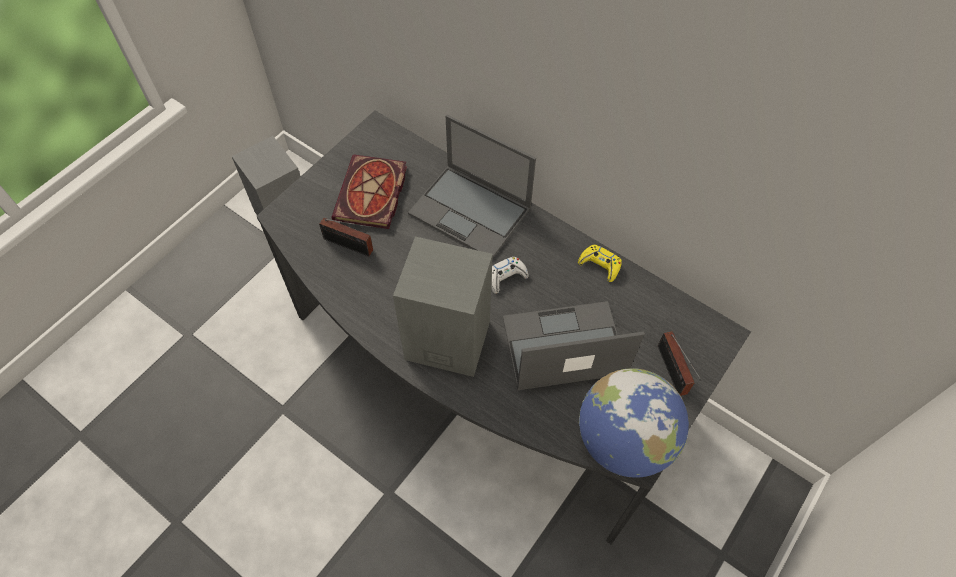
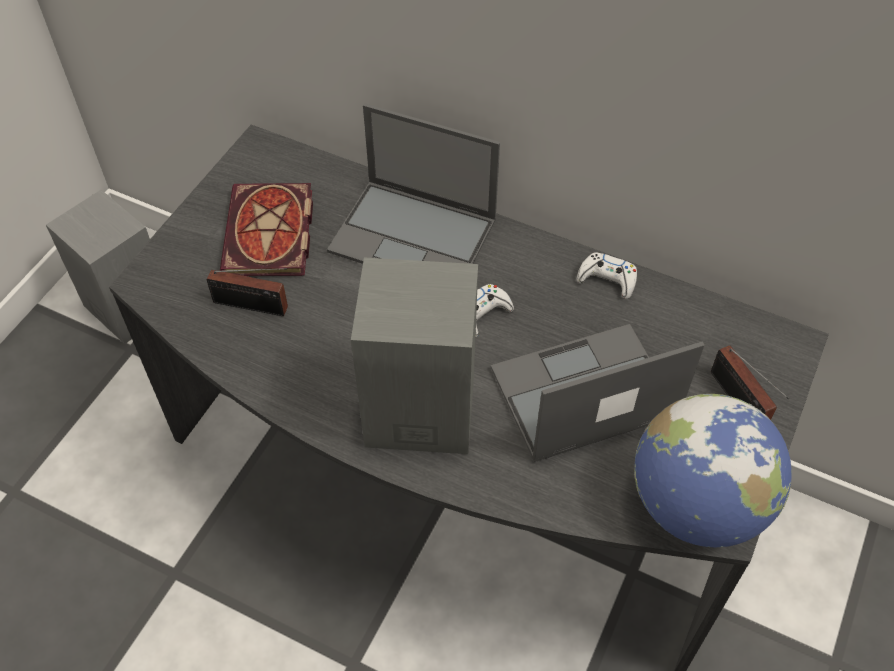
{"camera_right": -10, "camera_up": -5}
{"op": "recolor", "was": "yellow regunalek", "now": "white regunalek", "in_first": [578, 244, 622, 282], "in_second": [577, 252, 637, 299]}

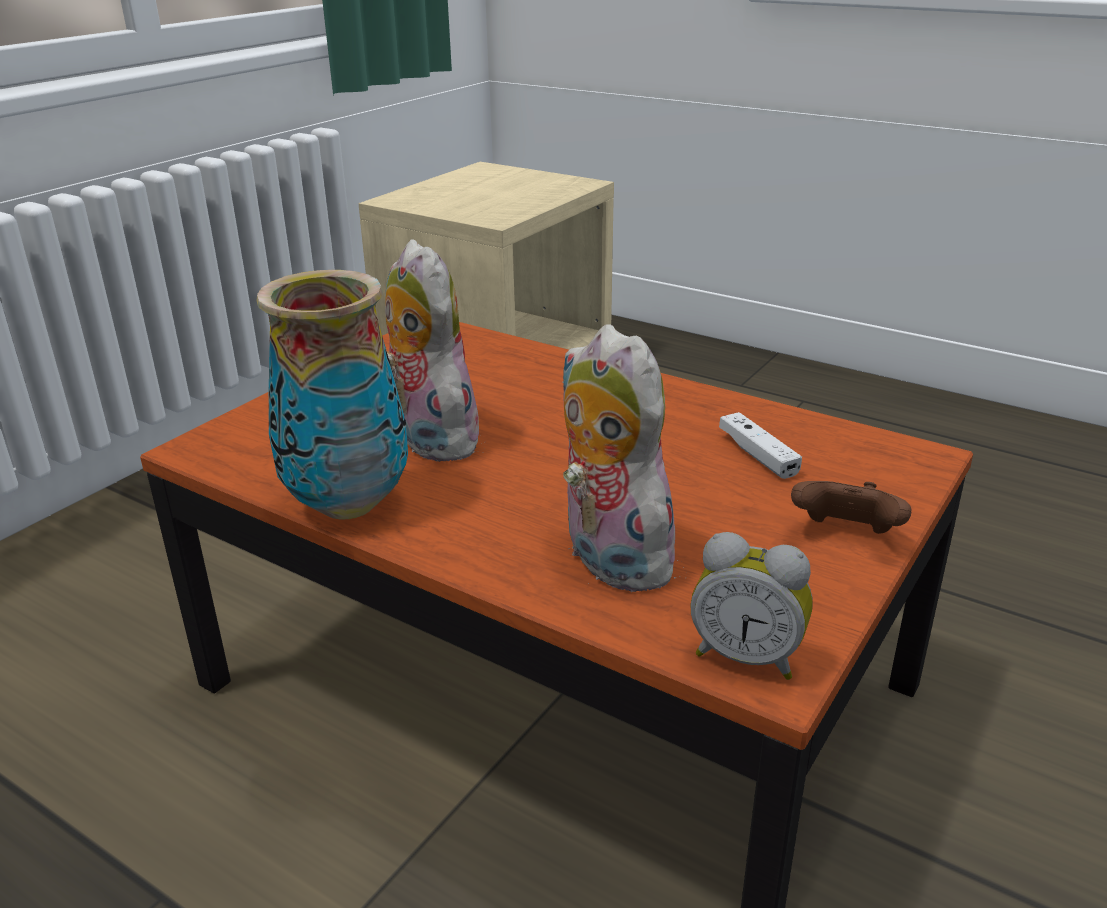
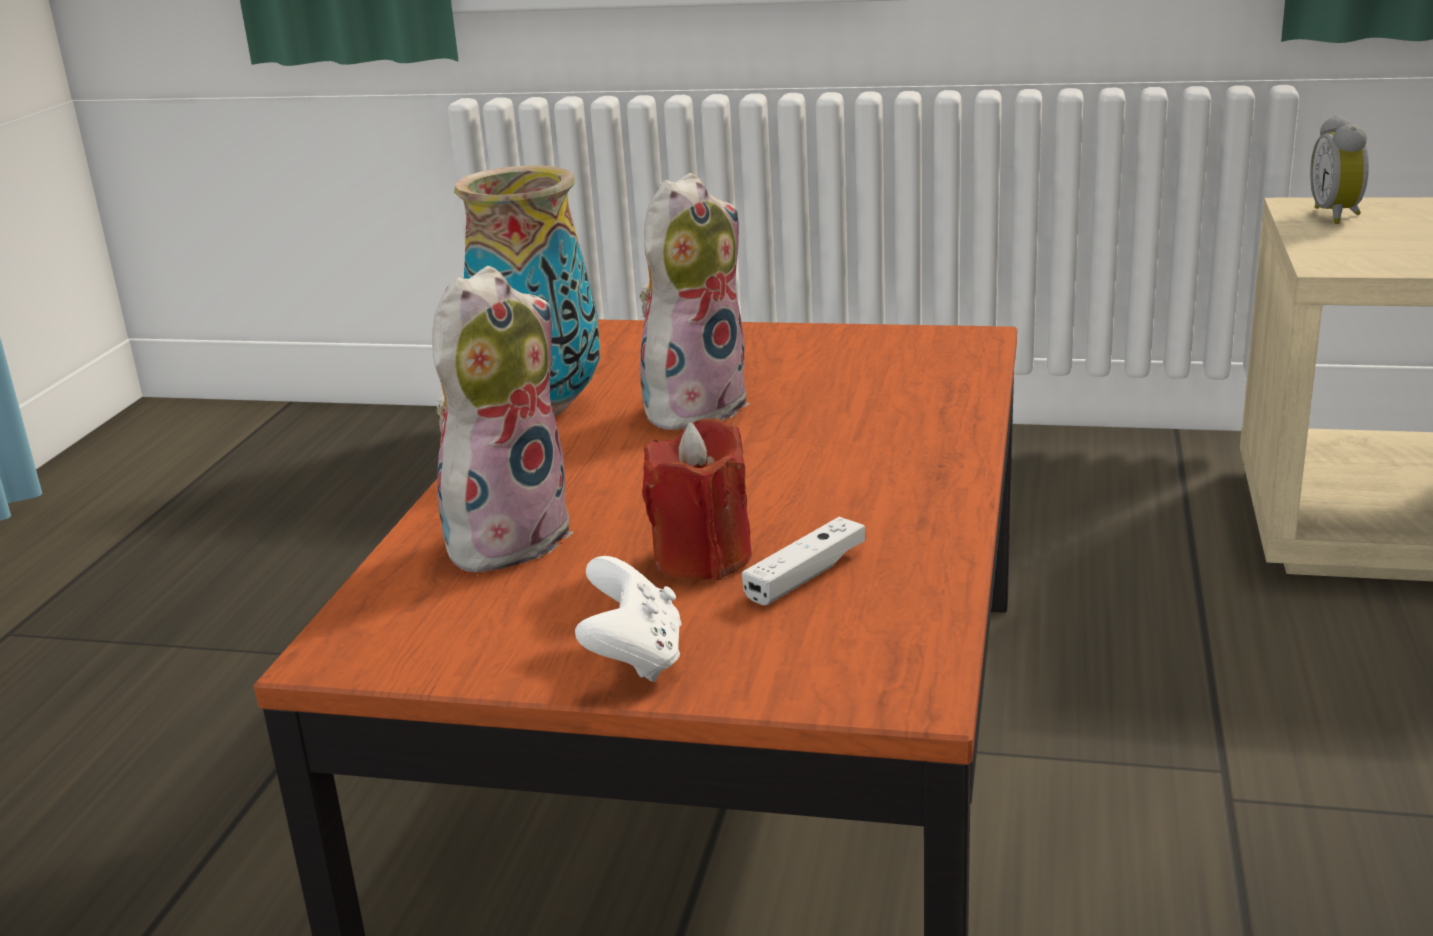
{"camera_right": 70, "camera_up": -5}
{"op": "recolor", "was": "brown regunalek", "now": "white regunalek", "in_first": [791, 481, 912, 534], "in_second": [575, 556, 681, 682]}
{"op": "move", "was": "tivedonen", "in_first": [690, 532, 812, 680], "in_second": [1310, 115, 1369, 224]}
{"op": "insert", "now": "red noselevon", "in_second": [642, 418, 752, 581]}

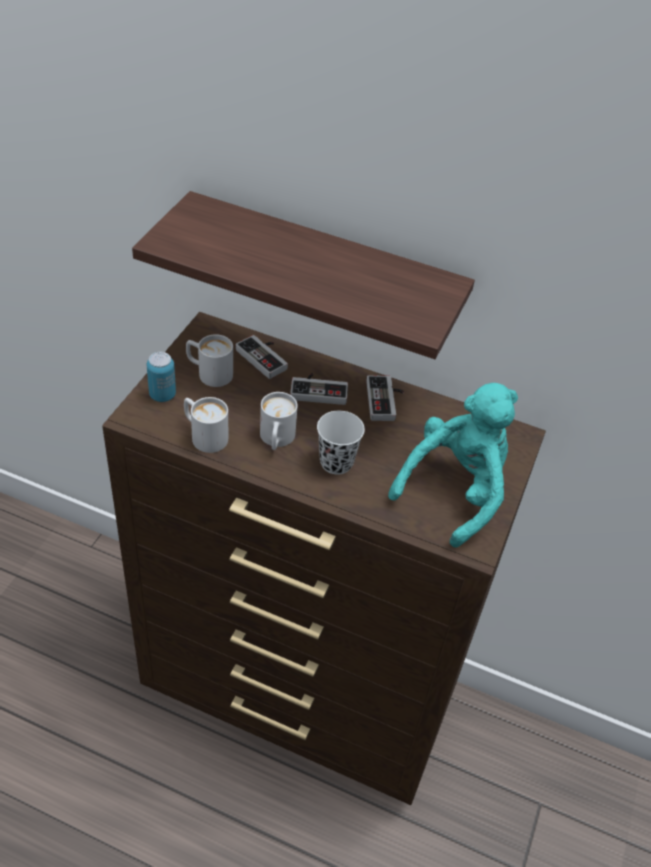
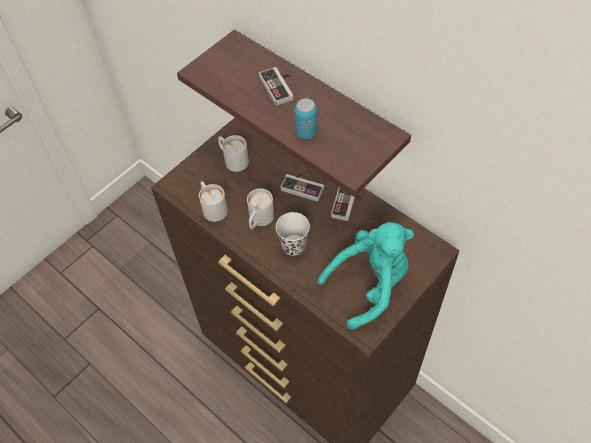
{"camera_right": 25, "camera_up": 10}
{"op": "move", "was": "regunalek", "in_first": [236, 335, 288, 379], "in_second": [259, 67, 294, 106]}
{"op": "move", "was": "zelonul", "in_first": [147, 352, 176, 402], "in_second": [295, 98, 317, 139]}

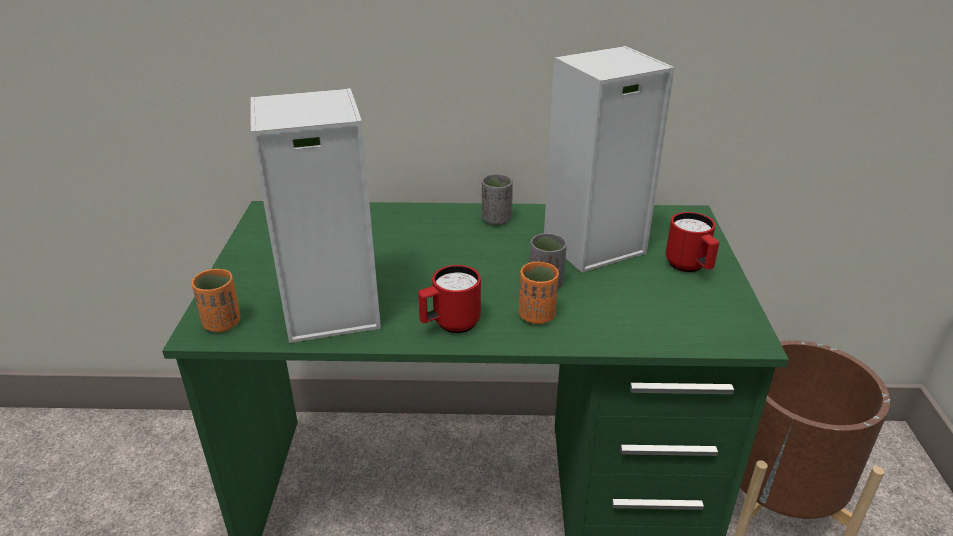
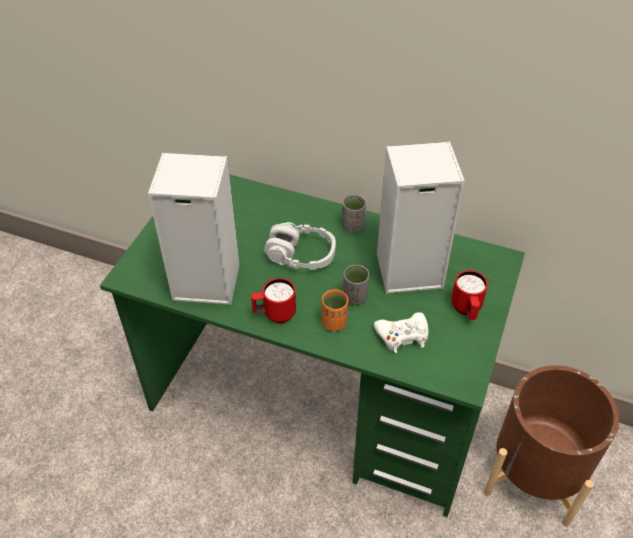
{"camera_right": 20, "camera_up": 15}
{"op": "delete", "was": "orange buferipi", "in_first": [192, 269, 241, 332]}
{"op": "insert", "now": "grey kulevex", "in_second": [264, 222, 336, 270]}
{"op": "insert", "now": "white regunalek", "in_second": [374, 312, 429, 353]}

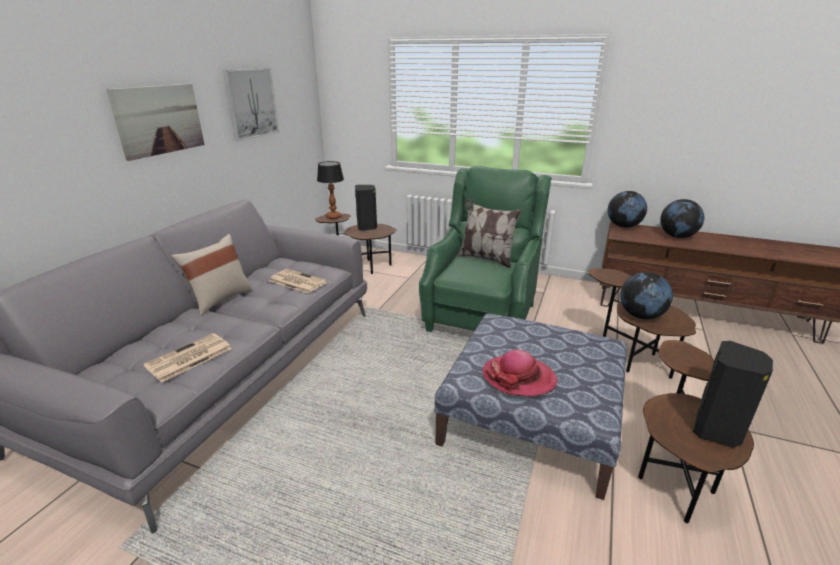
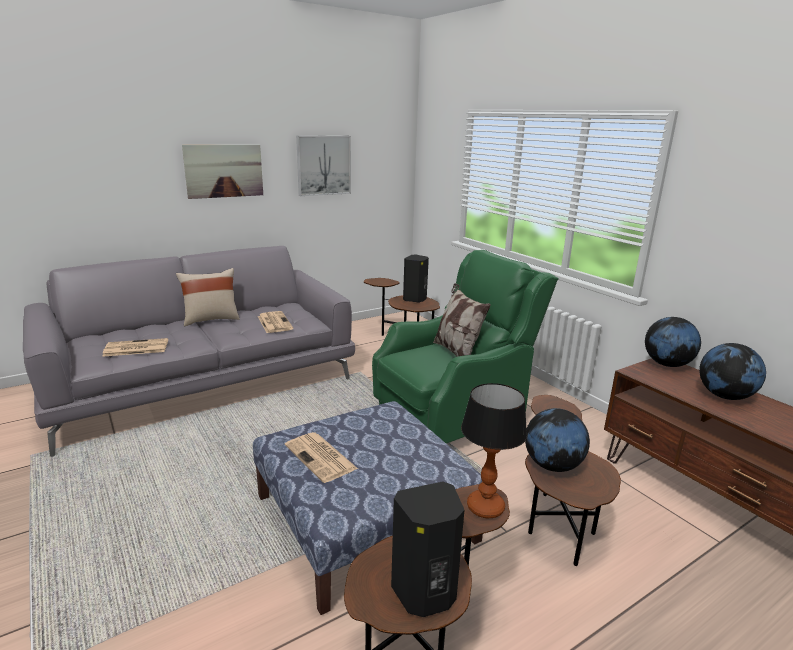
{"camera_right": 35, "camera_up": -5}
{"op": "move", "was": "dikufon", "in_first": [317, 161, 344, 219], "in_second": [461, 383, 527, 518]}
{"op": "replace", "was": "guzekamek", "now": "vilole", "in_first": [483, 349, 558, 396], "in_second": [285, 432, 358, 483]}

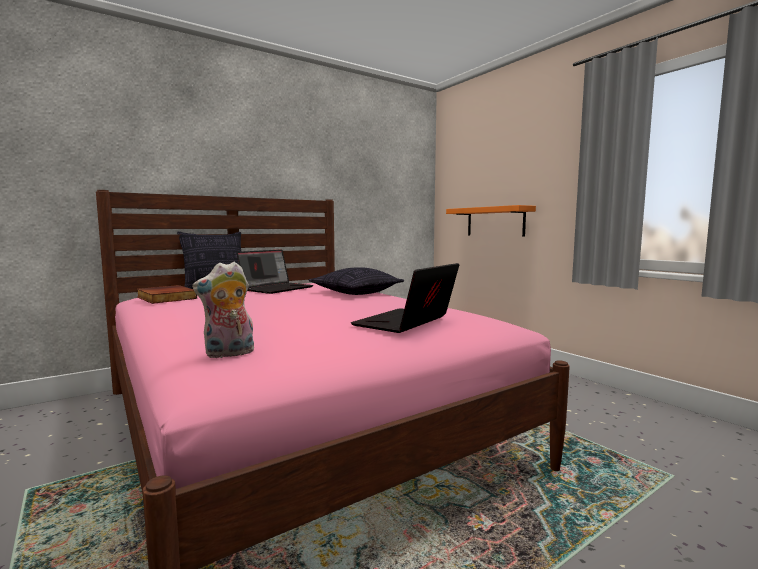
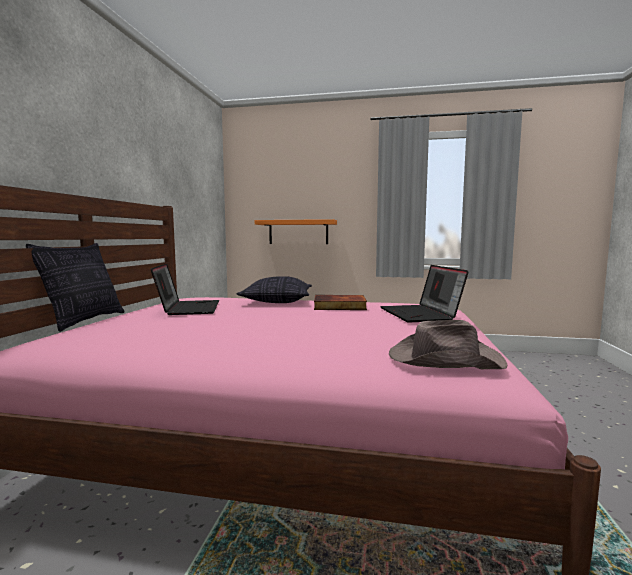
{"camera_right": -45, "camera_up": 0}
{"op": "replace", "was": "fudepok", "now": "brown guzekamek", "in_first": [192, 261, 254, 358], "in_second": [389, 320, 507, 369]}
{"op": "move", "was": "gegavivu", "in_first": [137, 285, 197, 304], "in_second": [314, 295, 367, 310]}

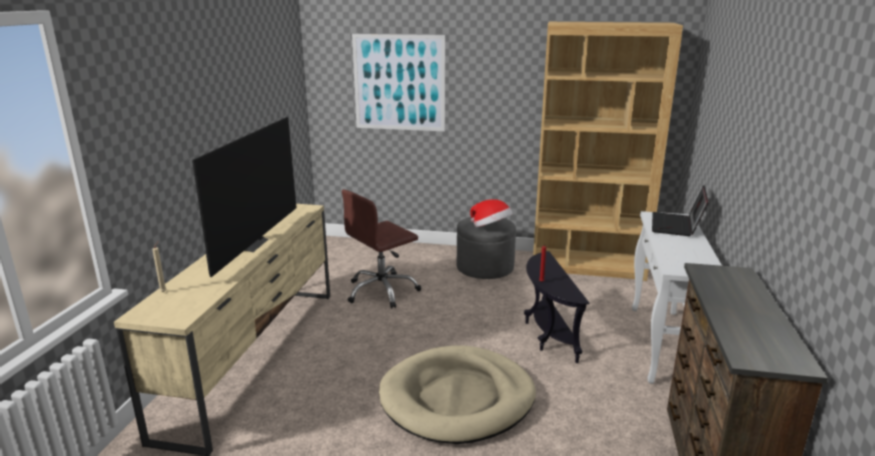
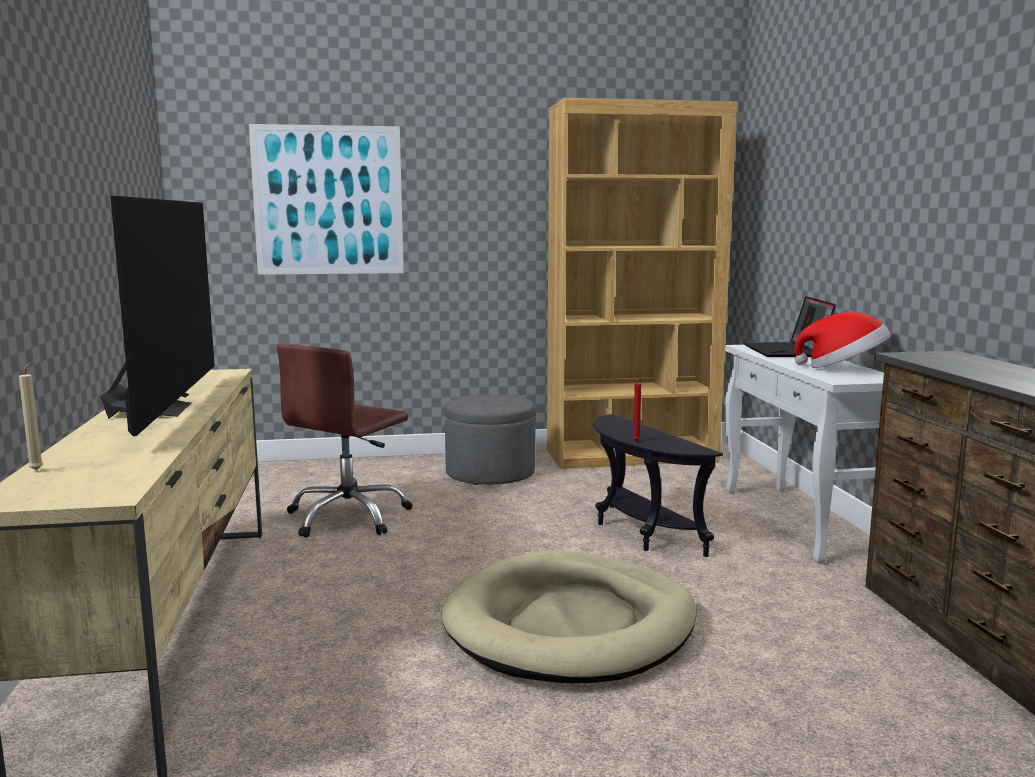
{"camera_right": -20, "camera_up": -10}
{"op": "move", "was": "guzekamek", "in_first": [470, 199, 513, 227], "in_second": [794, 312, 890, 368]}

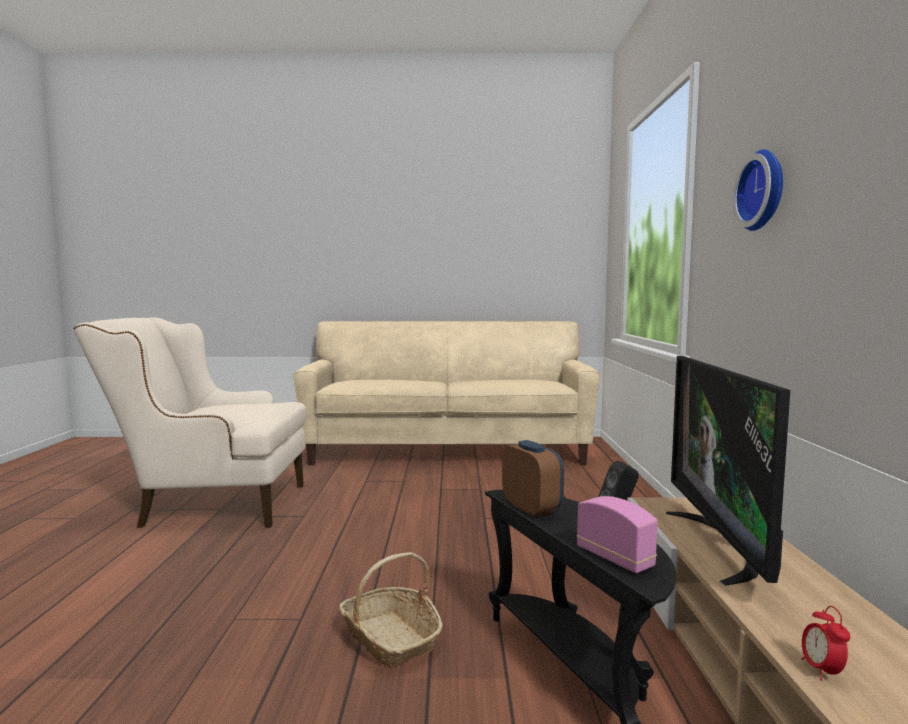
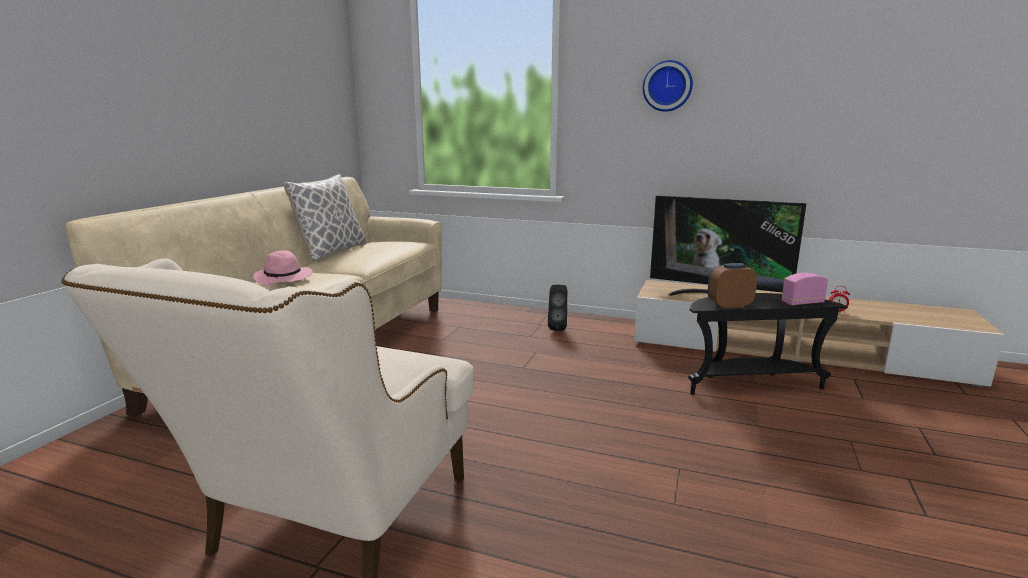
{"camera_right": -70, "camera_up": 10}
{"op": "delete", "was": "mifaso", "in_first": [339, 552, 443, 669]}
{"op": "insert", "now": "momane", "in_second": [282, 174, 366, 262]}
{"op": "insert", "now": "pink guzekamek", "in_second": [253, 251, 312, 285]}

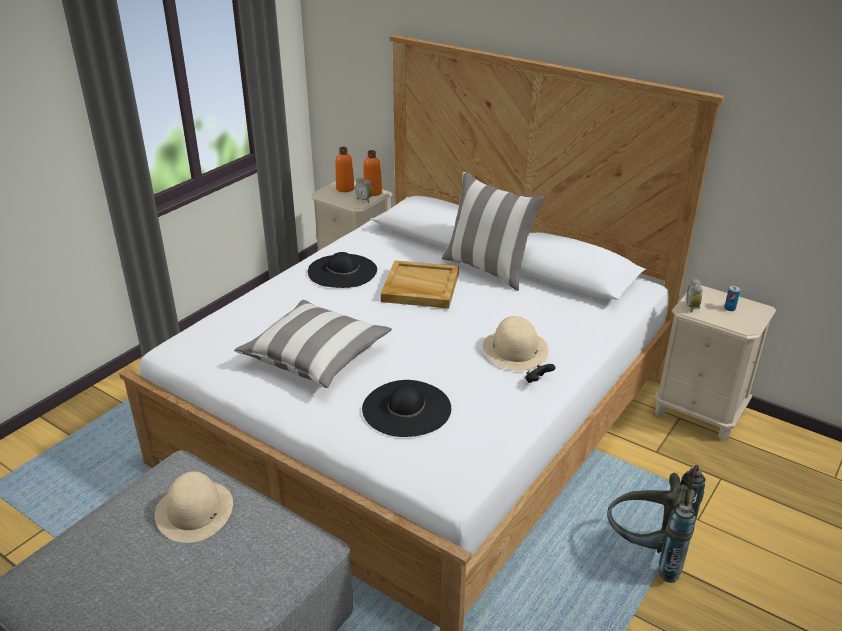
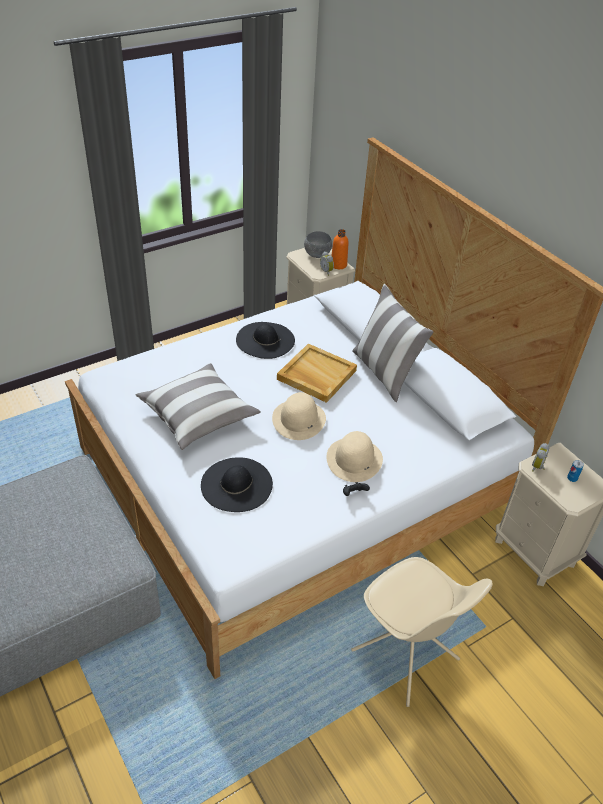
{"camera_right": 20, "camera_up": 10}
{"op": "replace", "was": "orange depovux", "now": "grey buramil", "in_first": [335, 147, 355, 192], "in_second": [304, 231, 332, 258]}
{"op": "replace", "was": "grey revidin", "now": "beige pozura", "in_first": [607, 465, 706, 583], "in_second": [351, 557, 493, 707]}
{"op": "move", "was": "beige guzekamek", "in_first": [155, 472, 233, 543], "in_second": [272, 392, 326, 440]}

